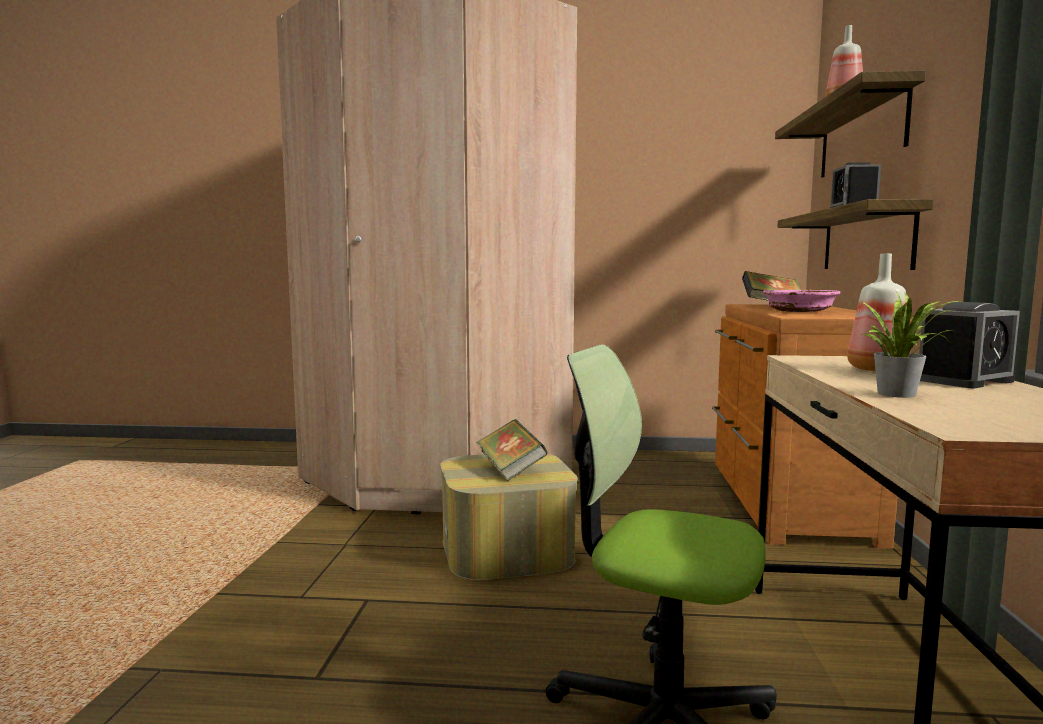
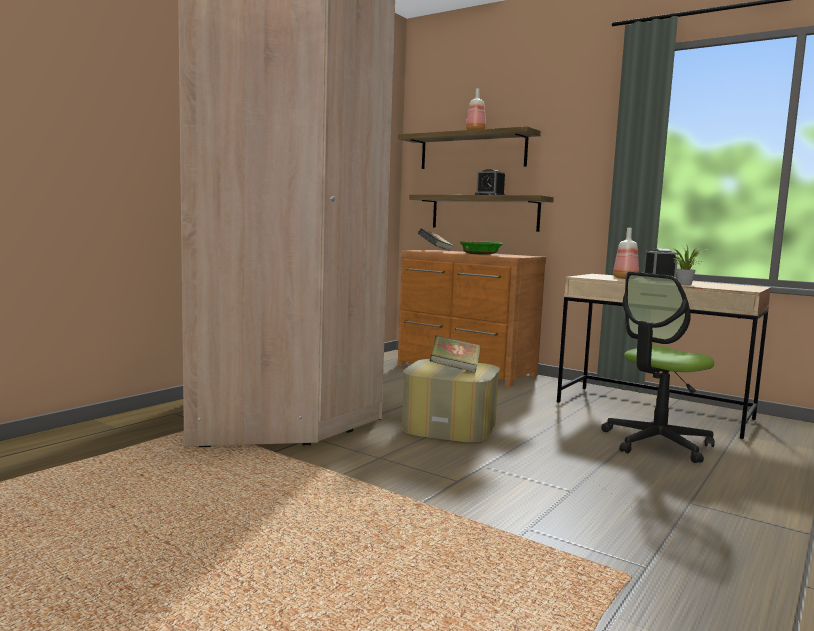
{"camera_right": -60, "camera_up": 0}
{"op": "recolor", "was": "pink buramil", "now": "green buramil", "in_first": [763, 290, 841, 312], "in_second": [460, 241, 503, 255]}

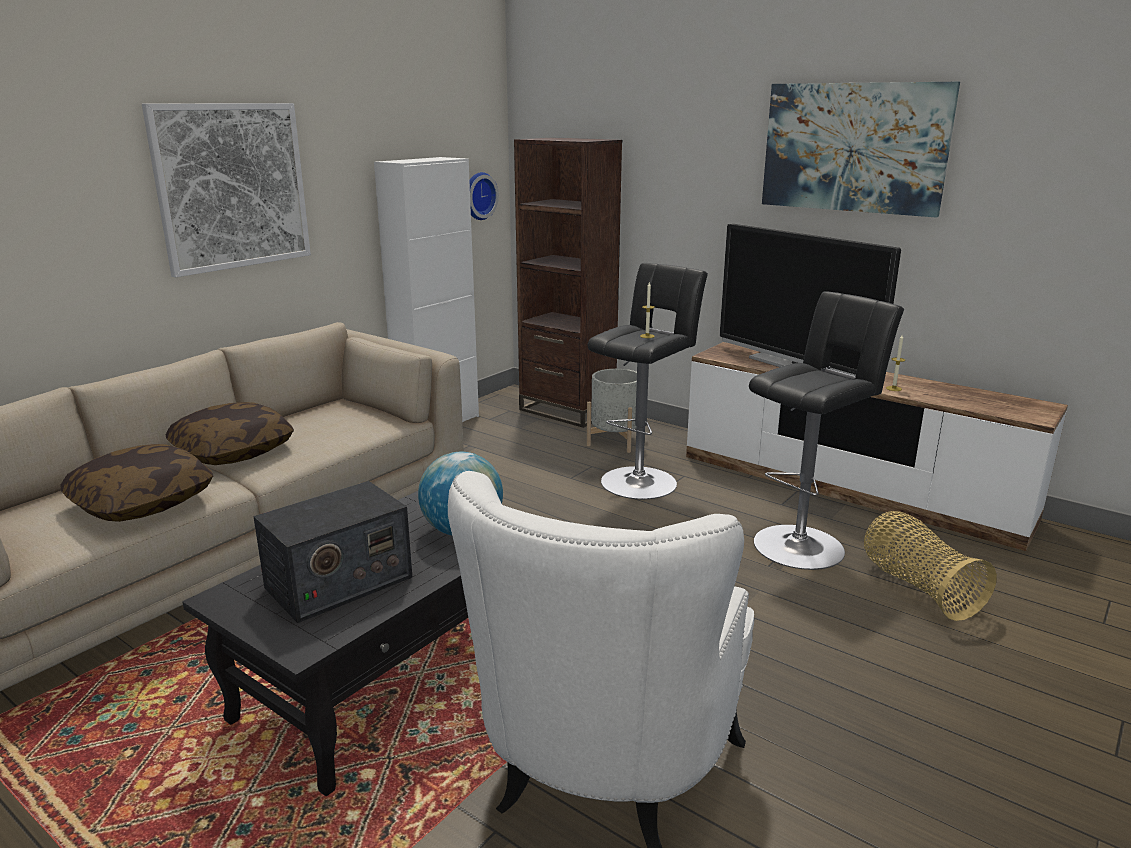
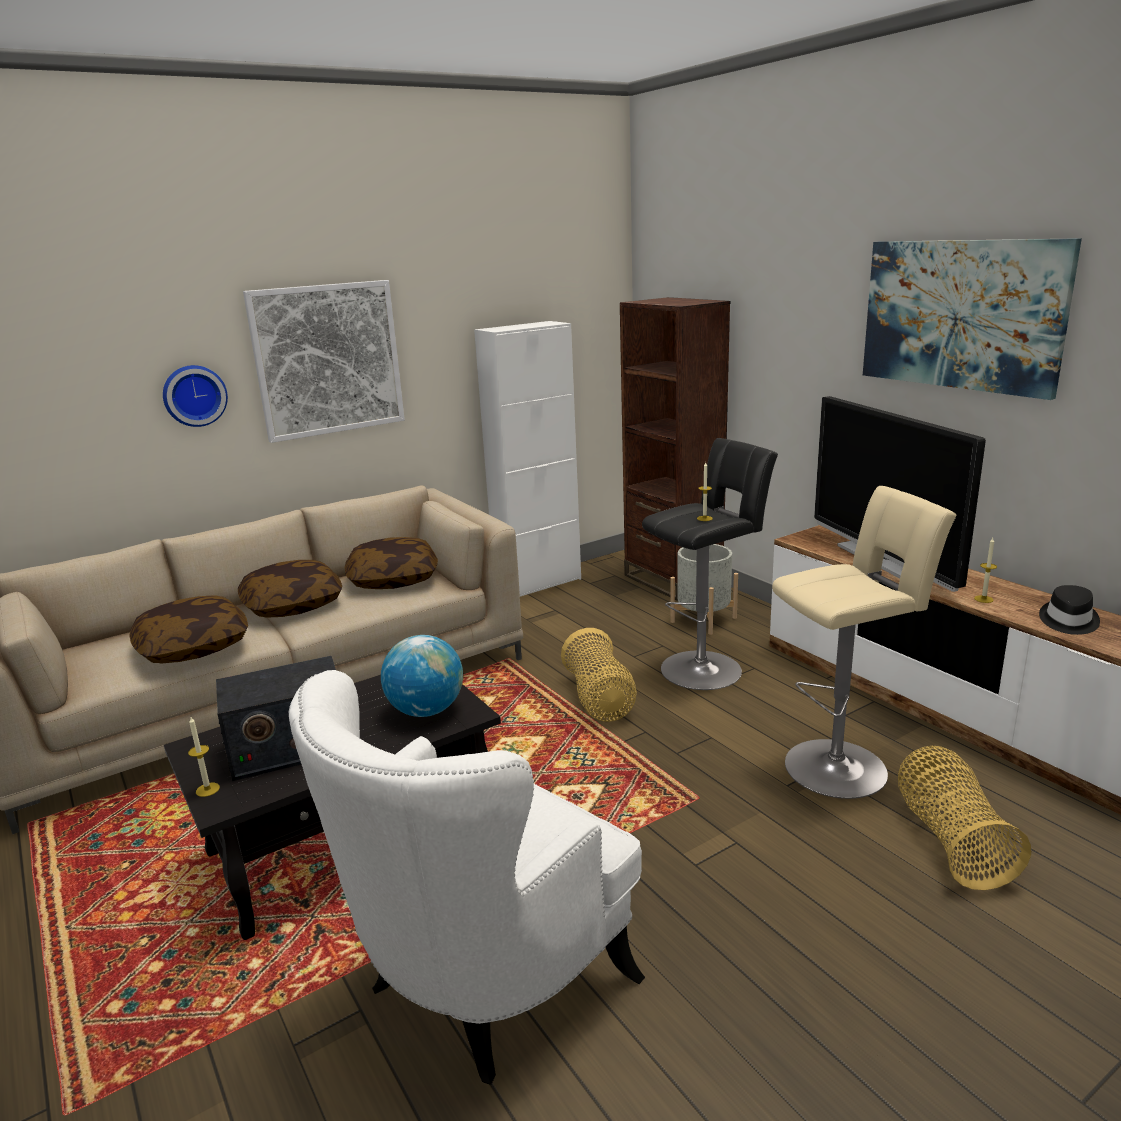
{"camera_right": 20, "camera_up": 0}
{"op": "move", "was": "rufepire", "in_first": [469, 172, 499, 220], "in_second": [163, 365, 228, 427]}
{"op": "recolor", "was": "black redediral", "now": "beige redediral", "in_first": [749, 291, 904, 570], "in_second": [772, 486, 957, 799]}
{"op": "insert", "now": "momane", "in_second": [345, 537, 438, 589]}
{"op": "insert", "now": "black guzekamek", "in_second": [1039, 585, 1100, 635]}
{"op": "insert", "now": "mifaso", "in_second": [561, 628, 637, 722]}
{"op": "insert", "now": "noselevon", "in_second": [188, 717, 220, 797]}

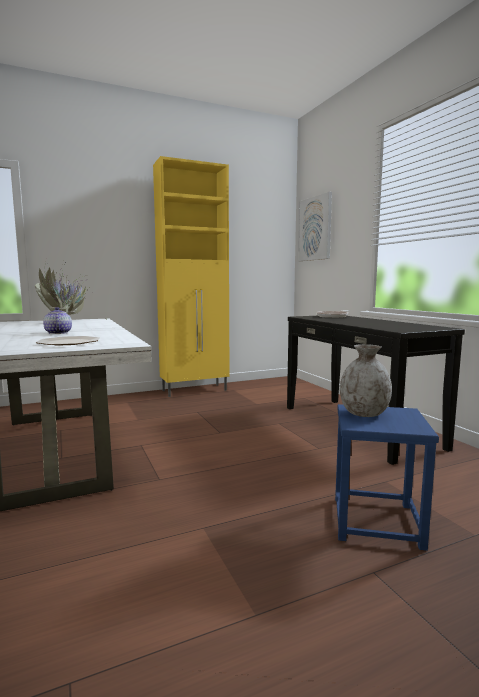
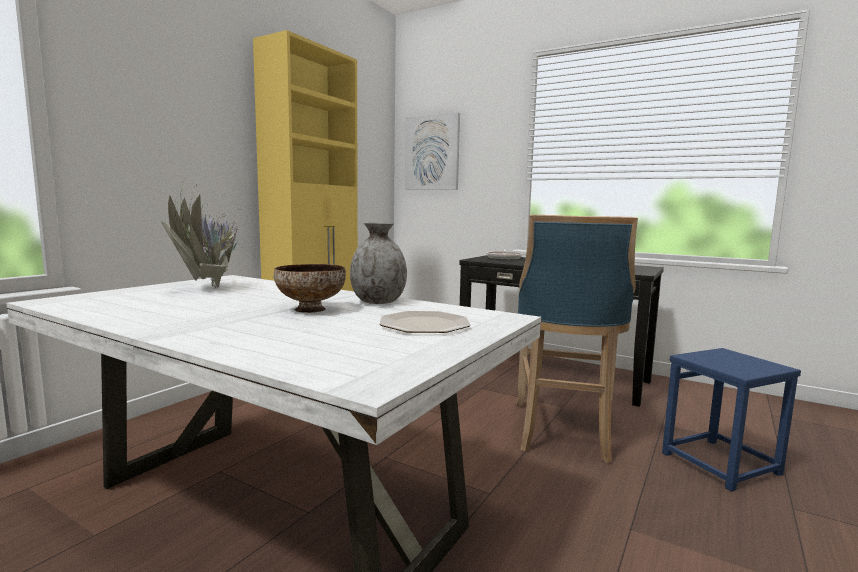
{"camera_right": -35, "camera_up": 0}
{"op": "replace", "was": "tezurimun", "now": "buramil", "in_first": [43, 307, 72, 334], "in_second": [274, 264, 346, 313]}
{"op": "move", "was": "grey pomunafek", "in_first": [340, 344, 392, 417], "in_second": [350, 223, 407, 304]}
{"op": "insert", "now": "blue redediral", "in_second": [516, 215, 638, 463]}

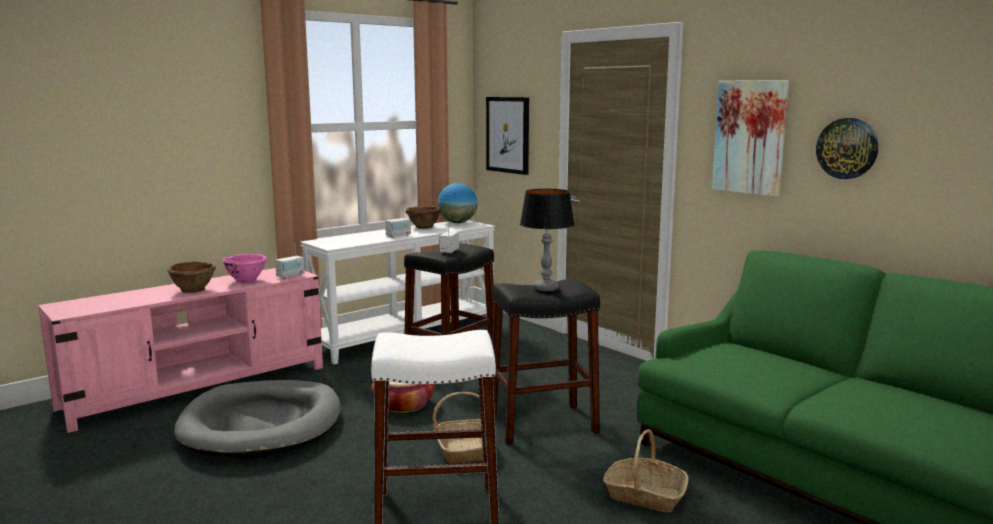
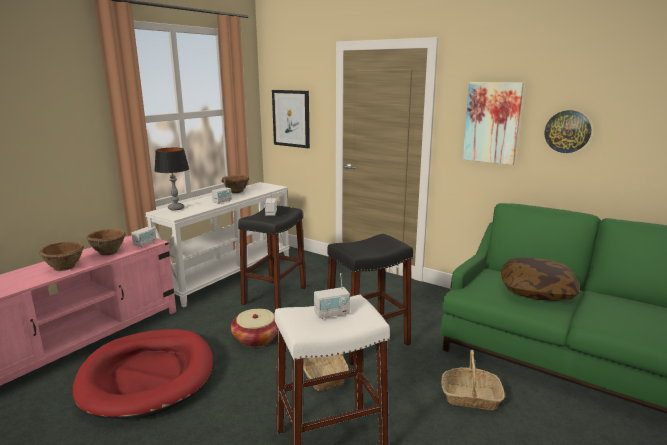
{"camera_right": -15, "camera_up": 5}
{"op": "delete", "was": "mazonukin", "in_first": [438, 183, 478, 223]}
{"op": "move", "was": "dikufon", "in_first": [520, 189, 574, 291], "in_second": [154, 148, 189, 210]}
{"op": "recolor", "was": "pink buramil", "now": "brown buramil", "in_first": [222, 254, 268, 283], "in_second": [86, 229, 126, 255]}
{"op": "recolor", "was": "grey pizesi", "now": "red pizesi", "in_first": [174, 380, 341, 459], "in_second": [73, 329, 213, 419]}
{"op": "insert", "now": "momane", "in_second": [501, 258, 580, 301]}
{"op": "insert", "now": "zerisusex", "in_second": [314, 273, 350, 319]}

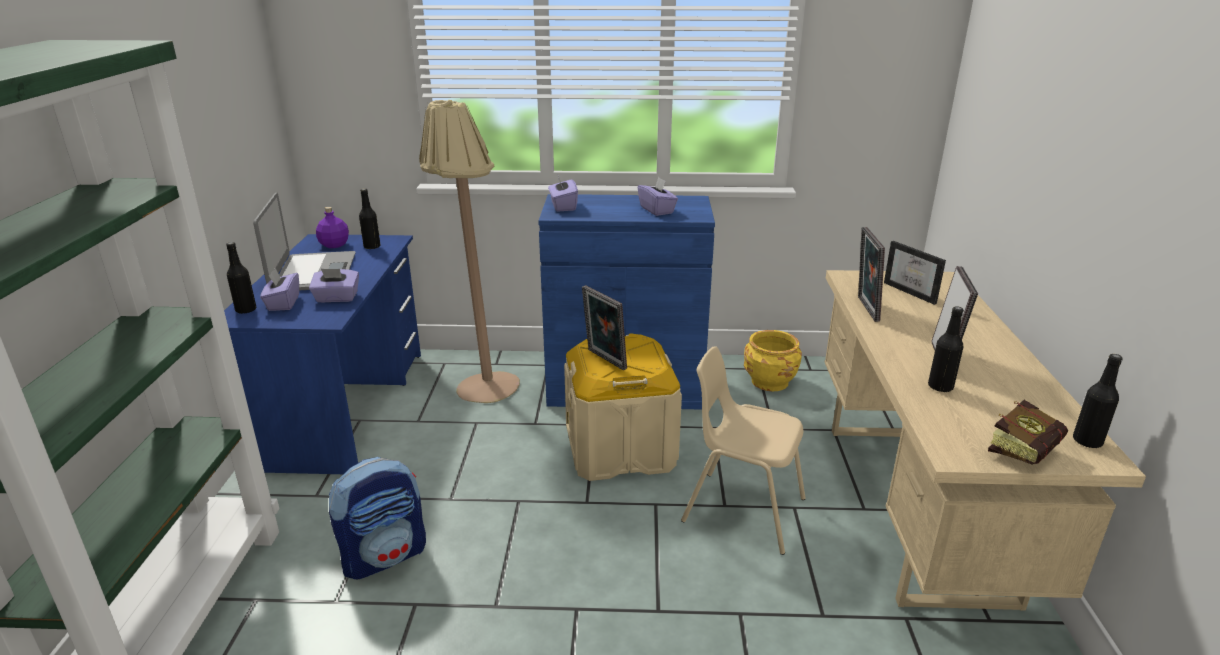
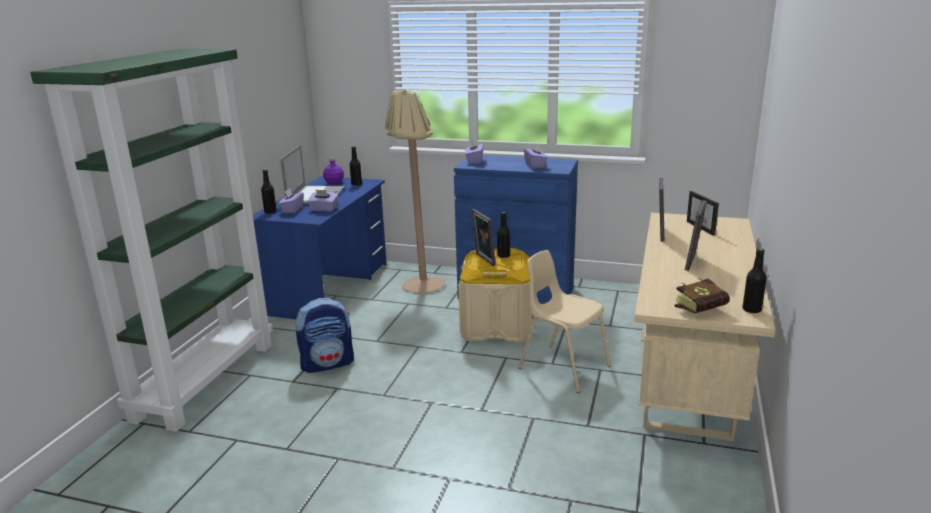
{"camera_right": 15, "camera_up": -5}
{"op": "move", "was": "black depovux", "in_first": [928, 306, 964, 392], "in_second": [497, 212, 510, 258]}
{"op": "delete", "was": "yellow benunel", "in_first": [744, 330, 802, 391]}

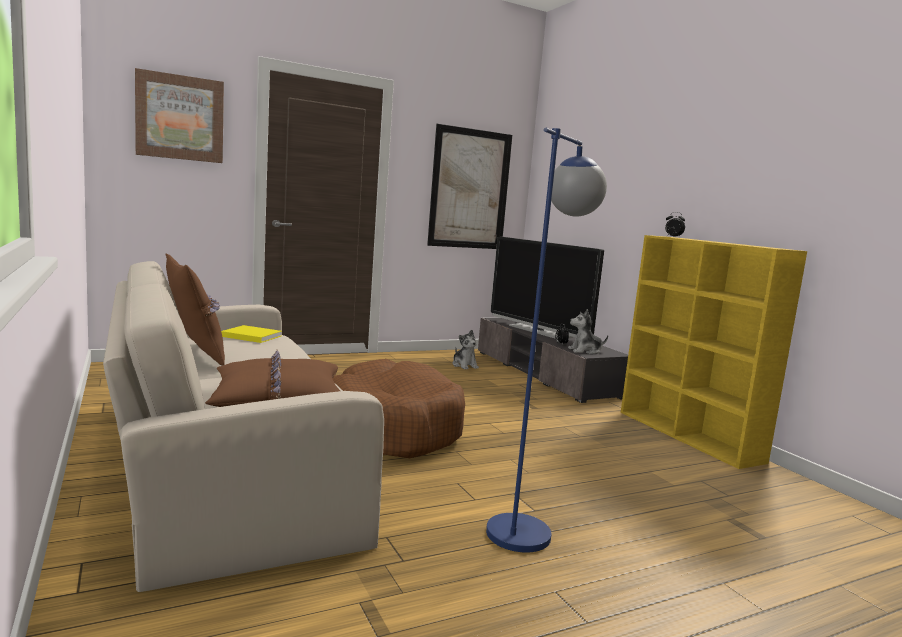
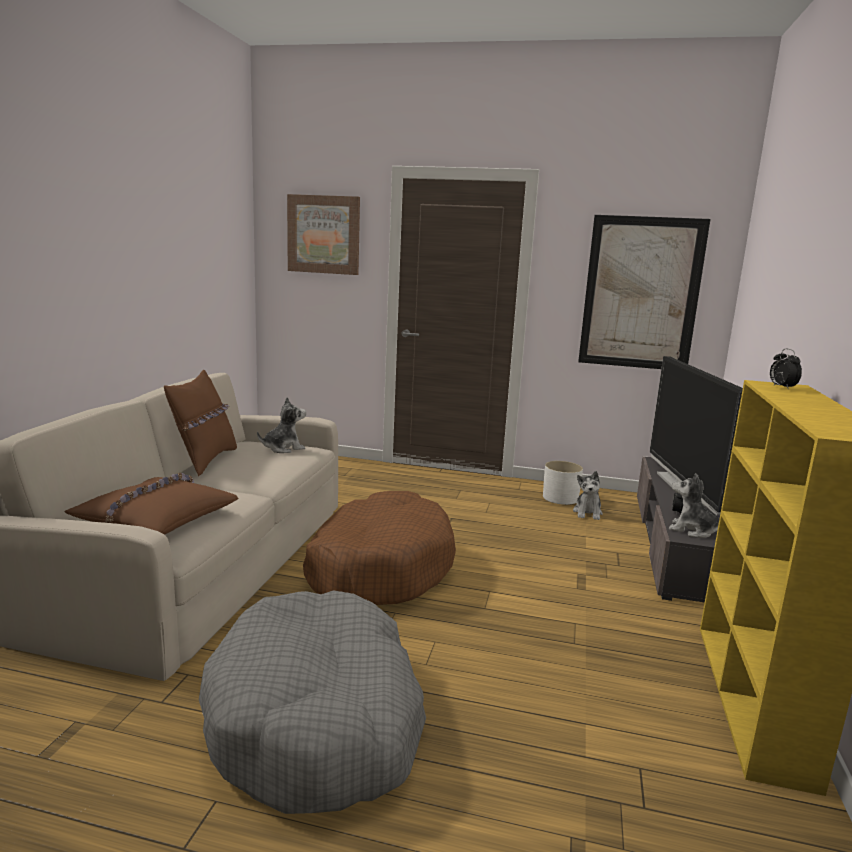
{"camera_right": 40, "camera_up": 5}
{"op": "replace", "was": "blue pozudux", "now": "grey pizesi", "in_first": [486, 128, 607, 553], "in_second": [199, 590, 426, 814]}
{"op": "replace", "was": "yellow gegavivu", "now": "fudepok", "in_first": [221, 325, 282, 343], "in_second": [257, 397, 306, 453]}
{"op": "insert", "now": "white benunel", "in_second": [543, 461, 583, 505]}

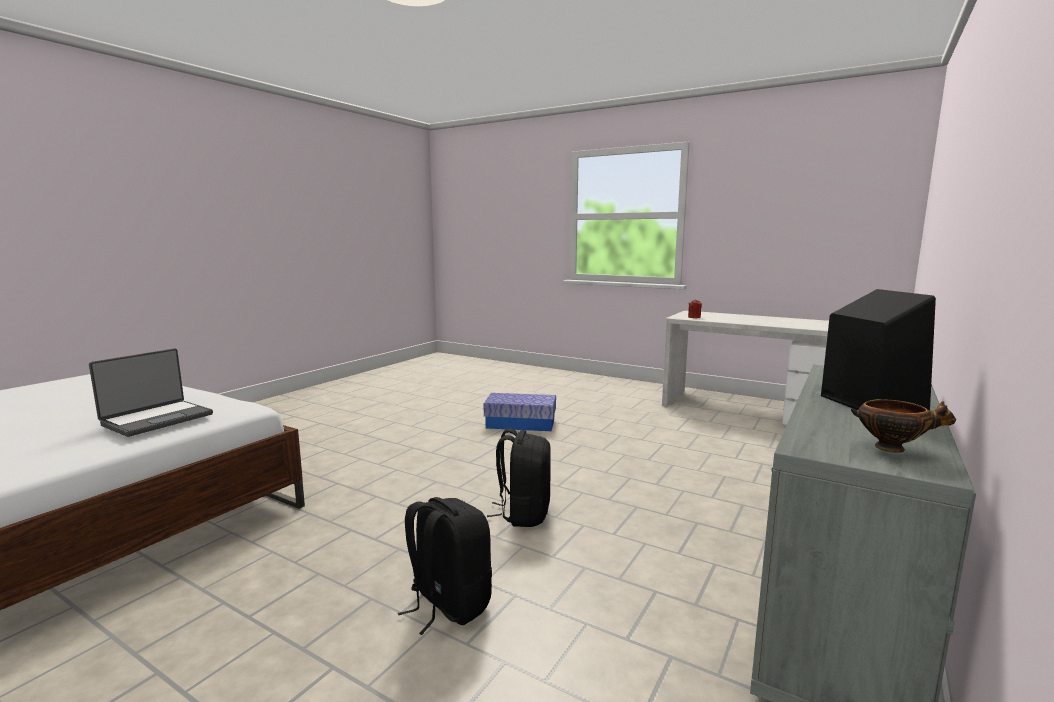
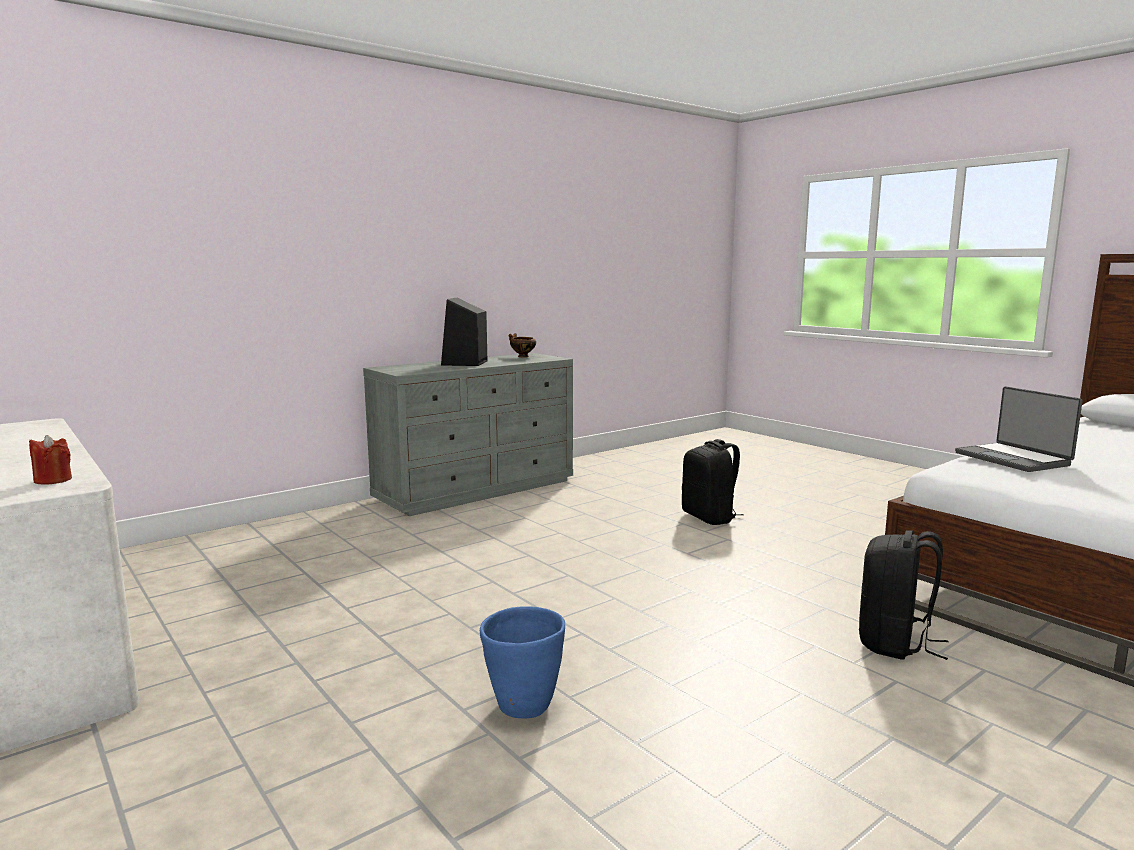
{"camera_right": -160, "camera_up": 0}
{"op": "rotate", "was": "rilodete", "in_first": [89, 348, 213, 437], "in_second": [955, 386, 1083, 472], "clockwise": -75}
{"op": "replace", "was": "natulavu", "now": "blue benunel", "in_first": [484, 393, 556, 431], "in_second": [480, 606, 565, 719]}
{"op": "move", "was": "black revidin", "in_first": [487, 428, 551, 527], "in_second": [859, 531, 949, 660]}

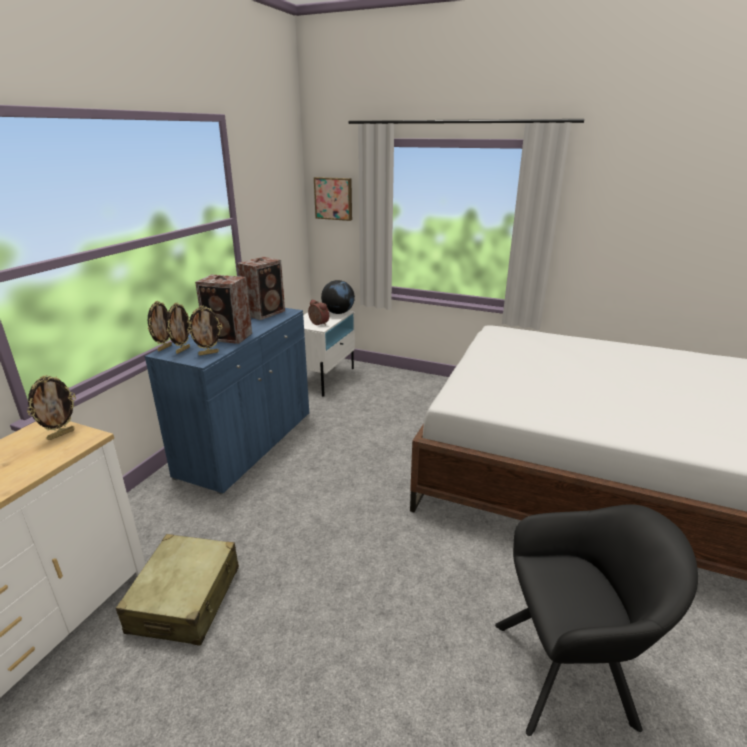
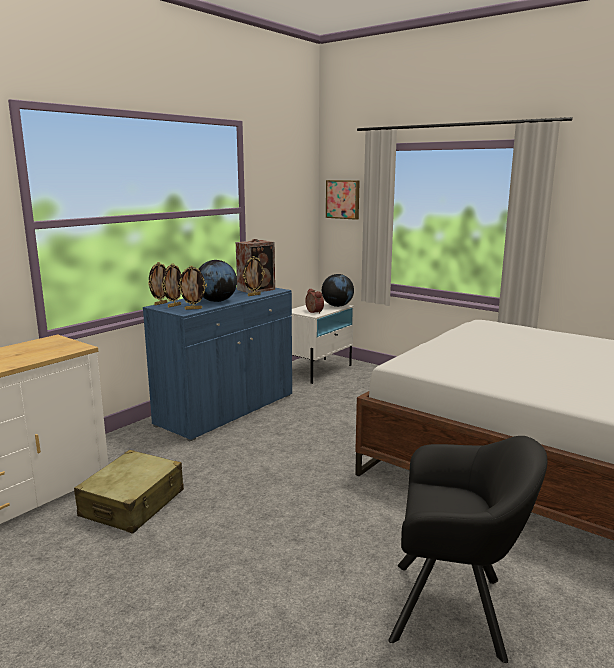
{"camera_right": 15, "camera_up": -10}
{"op": "replace", "was": "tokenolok", "now": "mazonukin", "in_first": [195, 274, 252, 344], "in_second": [199, 260, 237, 302]}
{"op": "move", "was": "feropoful", "in_first": [27, 375, 76, 440], "in_second": [242, 256, 265, 296]}

